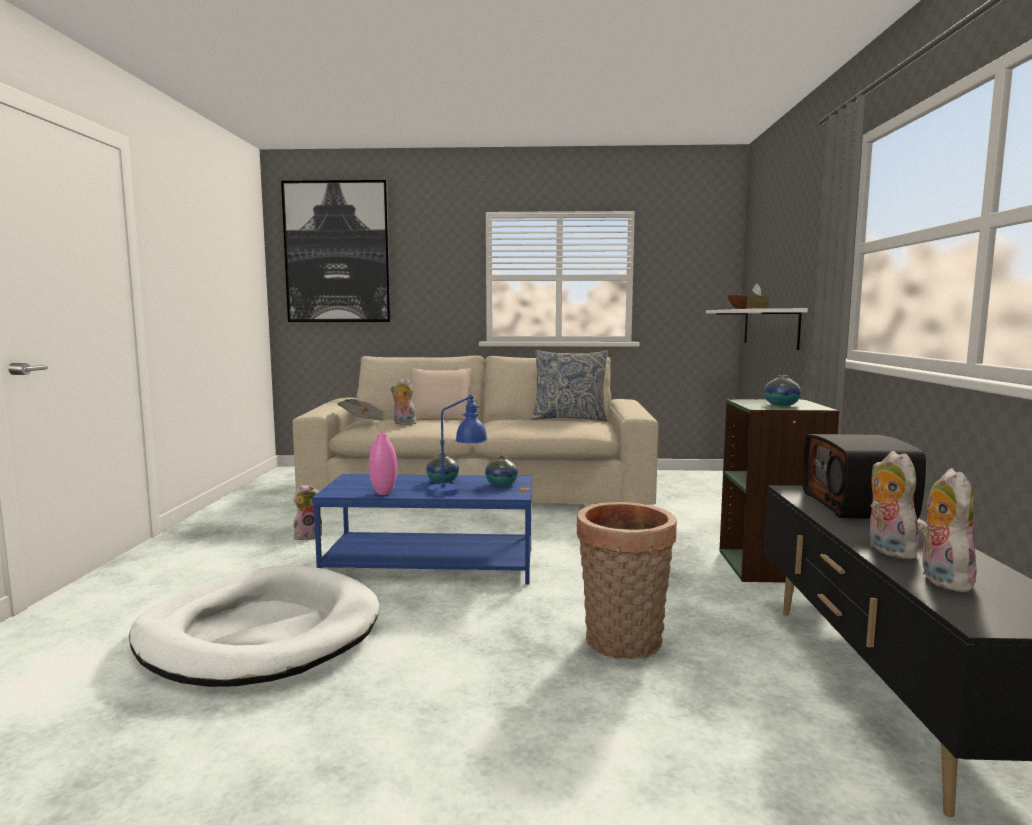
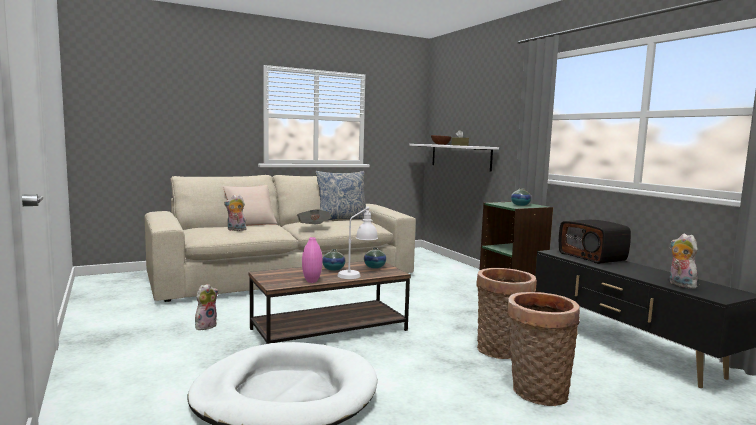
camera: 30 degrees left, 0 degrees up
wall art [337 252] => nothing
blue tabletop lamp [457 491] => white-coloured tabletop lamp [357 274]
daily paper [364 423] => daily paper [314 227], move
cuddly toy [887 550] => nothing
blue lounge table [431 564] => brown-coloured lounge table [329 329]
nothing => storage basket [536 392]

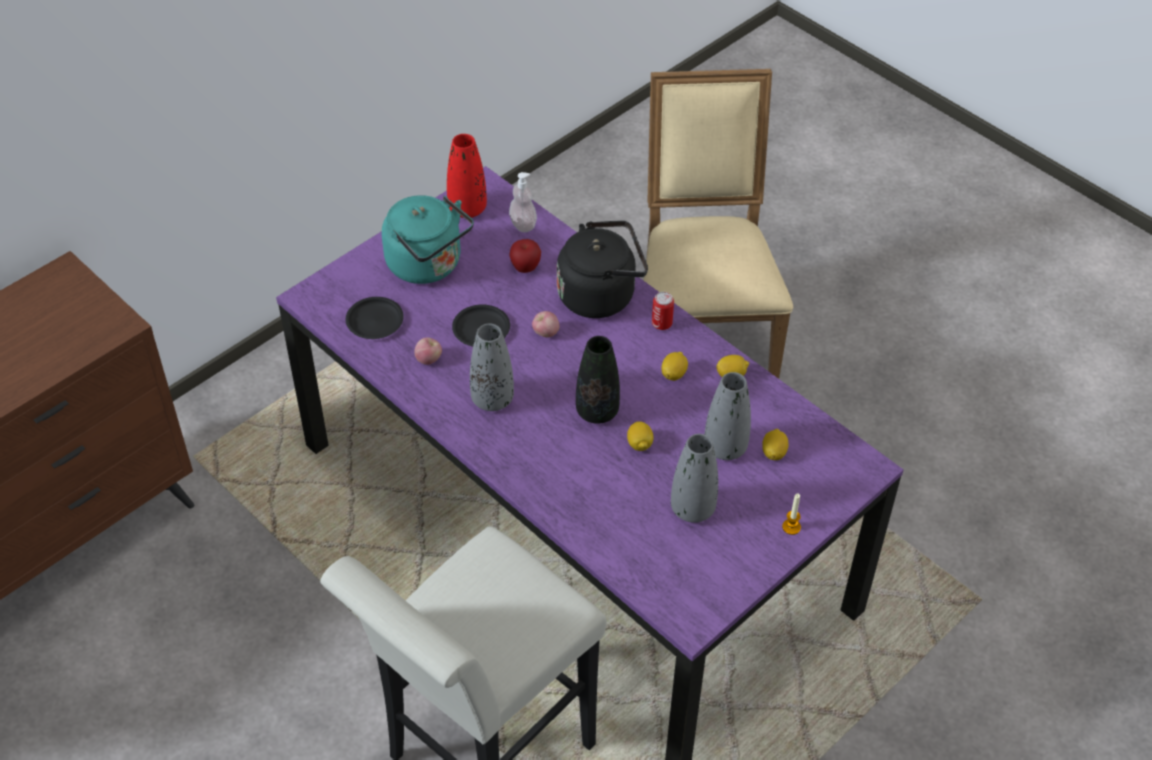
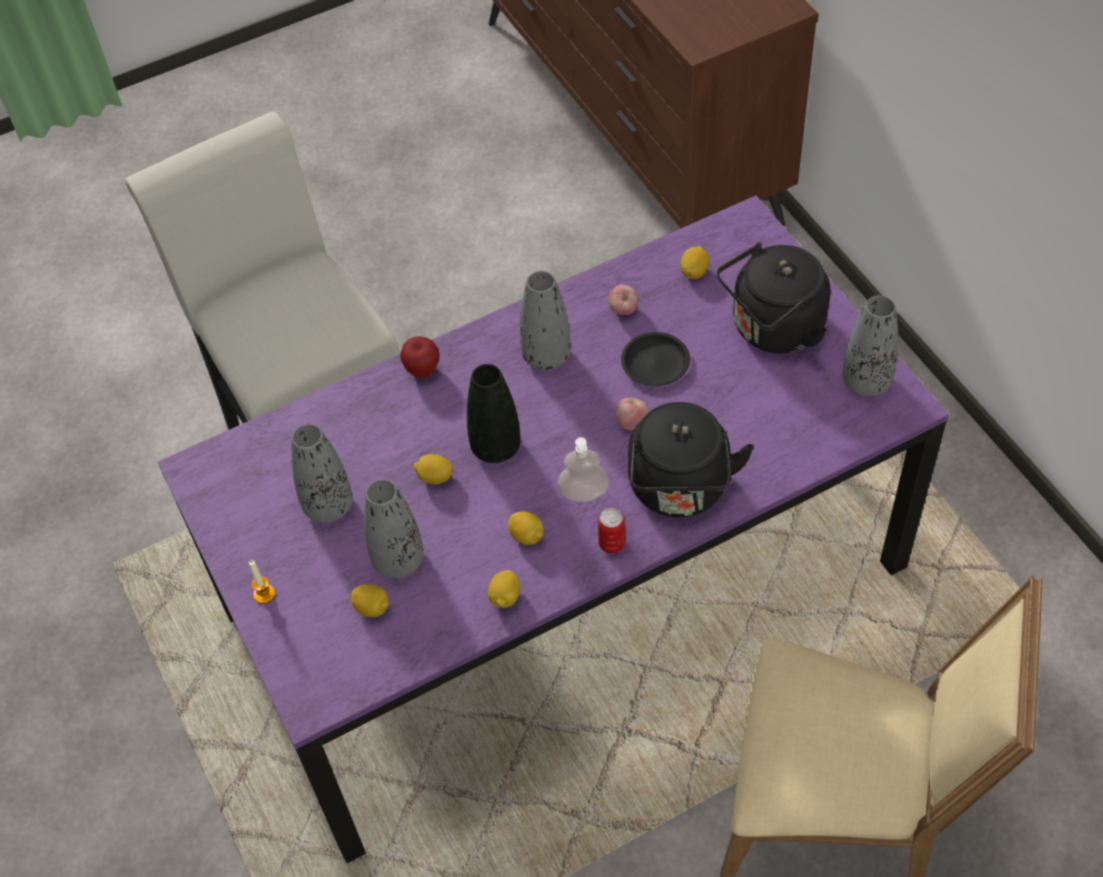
camera: 110 degrees right, 5 degrees up
red decorative vase [467 209] => grey decorative vase [866 381]
soap dispenser [523 224] => soap dispenser [583 492], move
blue-green tea kettle [428 265] => blackish tea kettle [773 329]
apple fruit [525 268] => apple fruit [422 370], move
blackish dinner plate [375 321] => whole lemon [694 271]

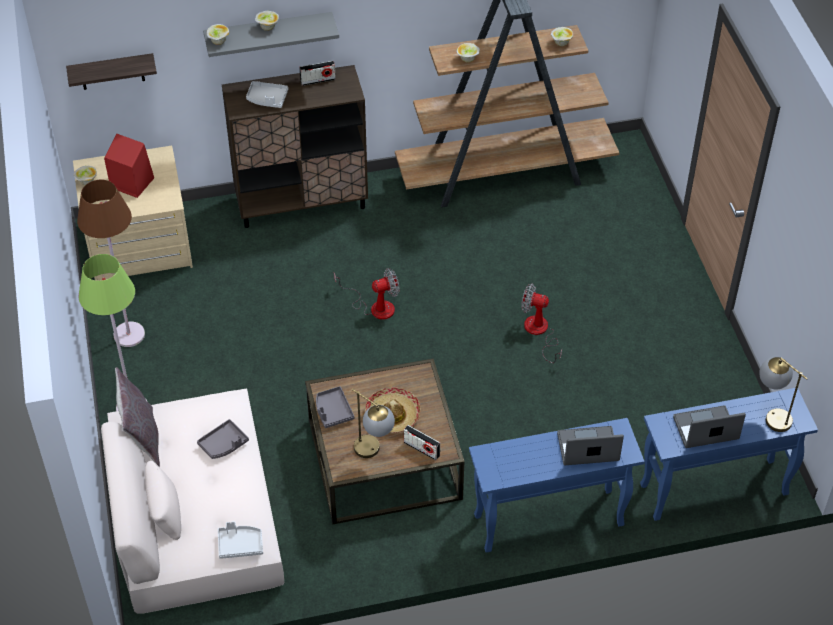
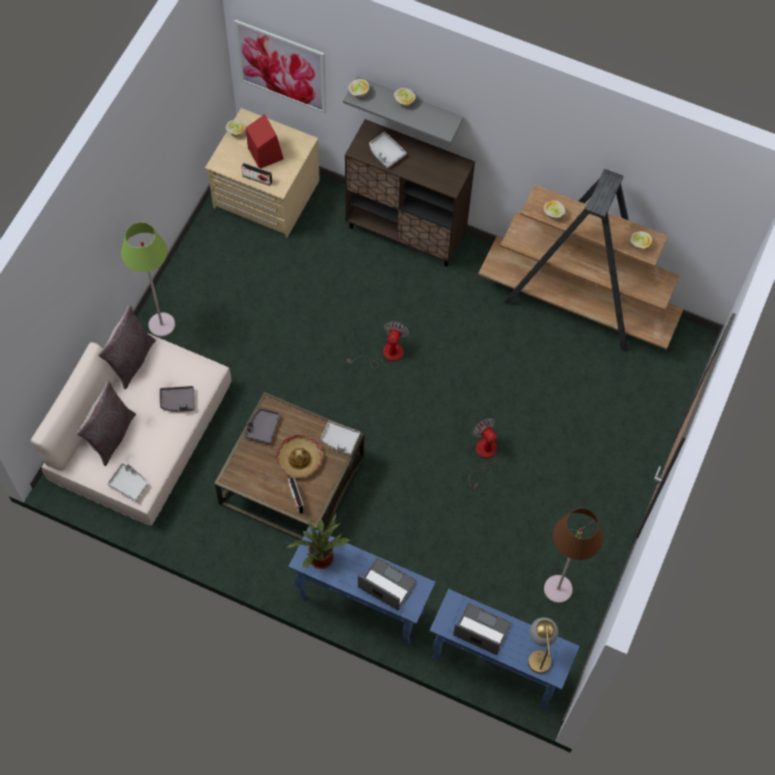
camera: 35 degrees right, 15 degrees up
bracket shelf [112 72] => wall art [281 66]
radio [318 80] => radio [257 179], move
brown-coloured floor lamp [129 335] => brown-coloured floor lamp [558 589], move
electric fan [375 306] => electric fan [385 354], 90 degrees counterclockwise
tabletop lamp [374 452] => nothing
nothing => grey throw pillow [111 436]
nothing => grey carrying tray [340 440]
nothing => plant in a pot [320 555]

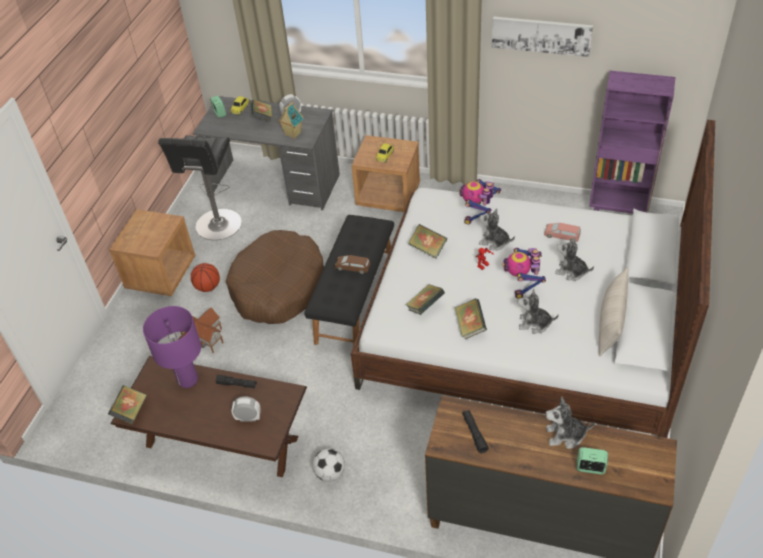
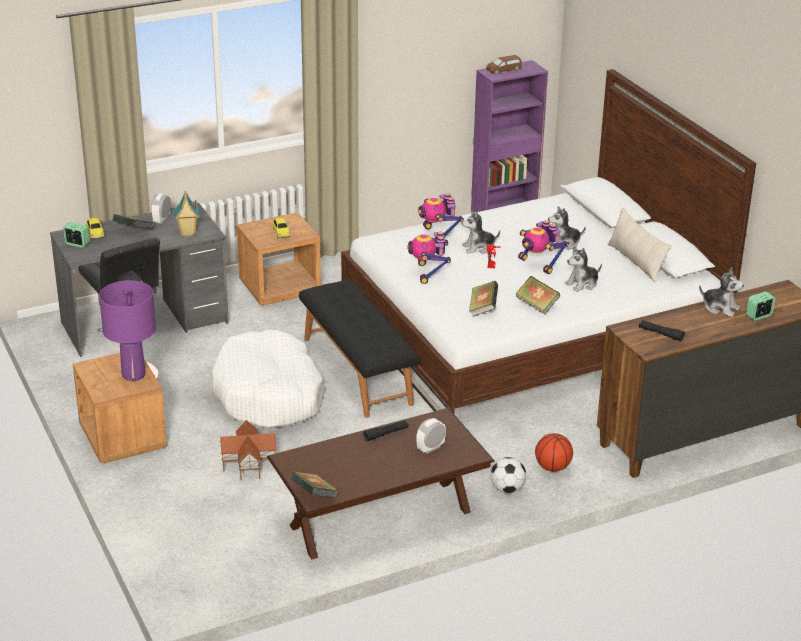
camera: 45 degrees left, 15 degrees down
wall art [541 35] => nothing
pink miniature car [562 236] => nothing
book [427 249] => toy robot [429 273]
brown-coloured dog bed [278 287] => white-coloured dog bed [269 395]
brown-coloured miniature car [352 268] => brown-coloured miniature car [504 70], move
basketball [208 287] => basketball [553 467], move
purple tabletop lamp [188 380] => purple tabletop lamp [133 375], move
cuddly toy [565 435] => cuddly toy [720 308], 105 degrees counterclockwise

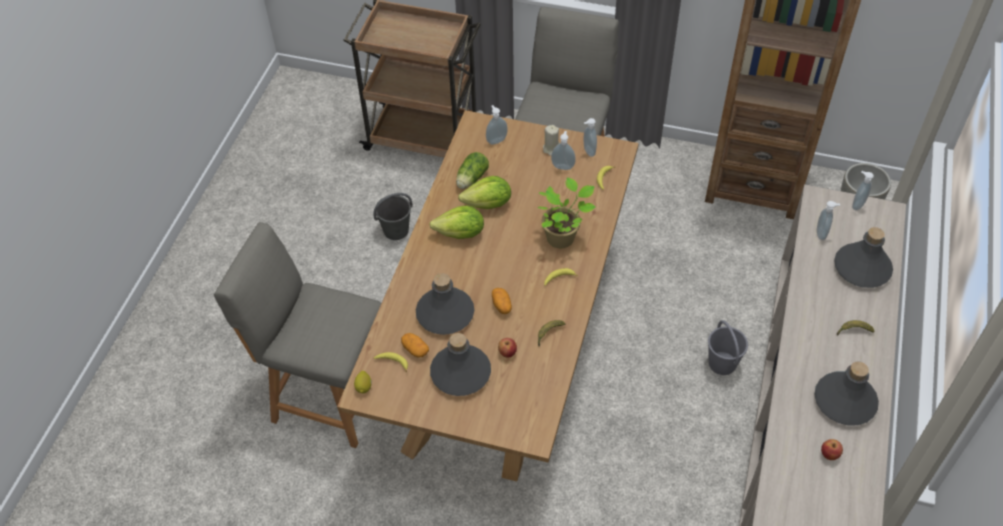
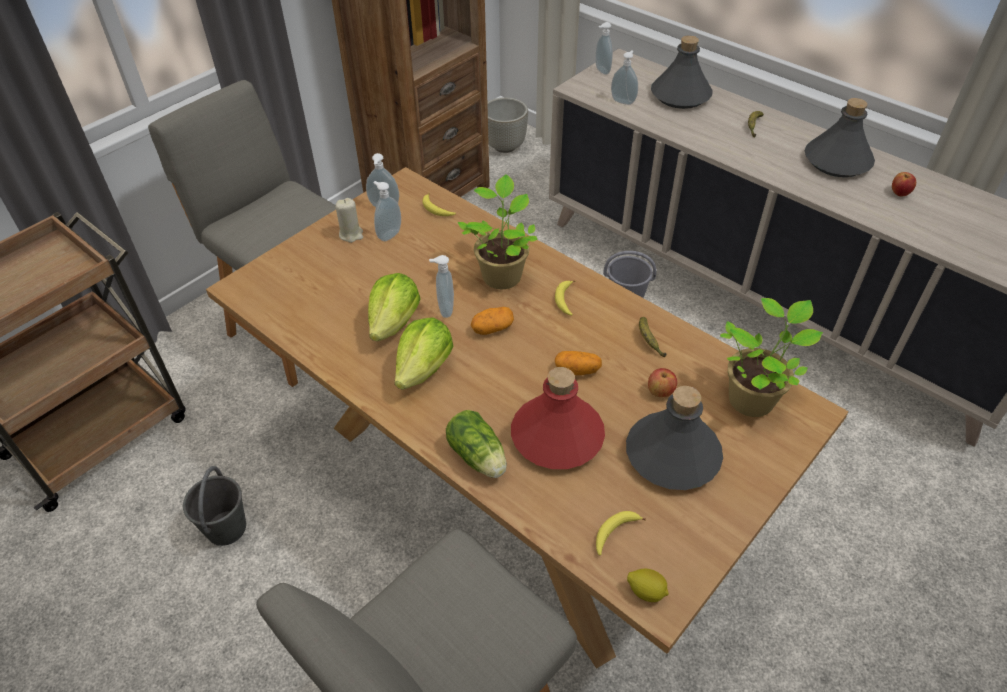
camera: 65 degrees left, 5 degrees down
soap dispenser [496 140] => soap dispenser [444 309], move
head of lettuce [471 179] => head of lettuce [479 458], move
grey drink bottle [445 314] => red drink bottle [558 436]
potato [415 349] => potato [492 328], move
nothing => plant in a pot [753 398]

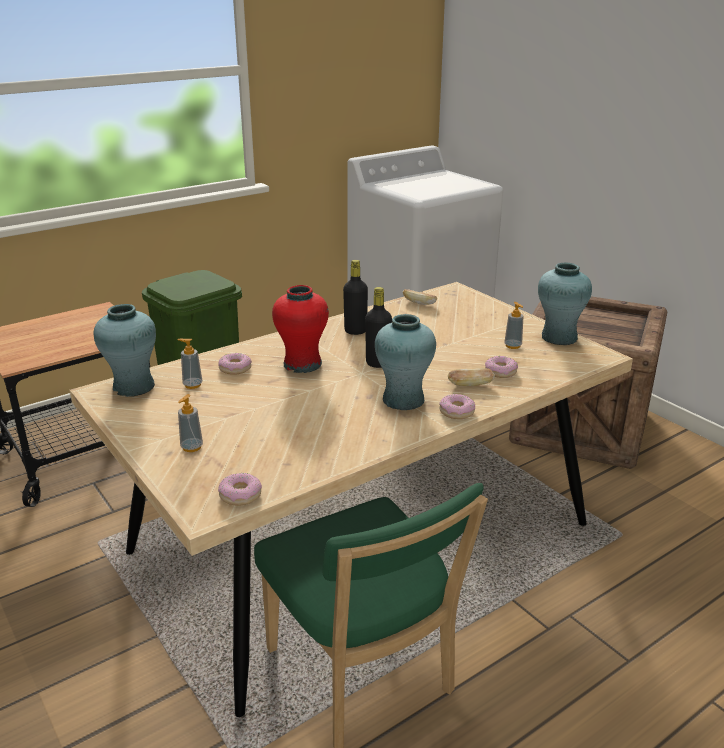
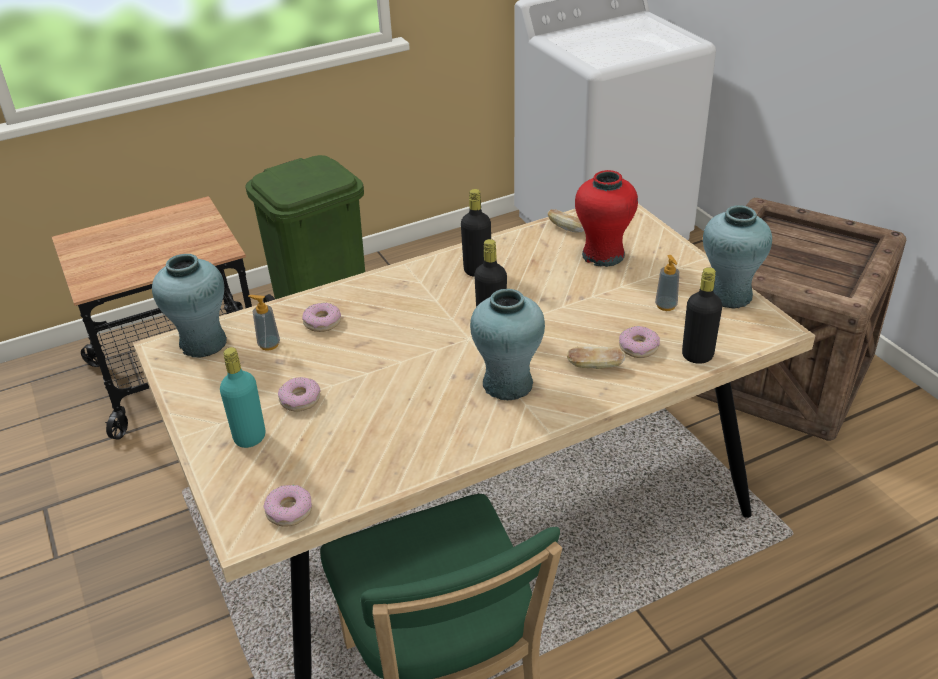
camera: 10 degrees right, 10 degrees up
red decorative vase [303 364] => red decorative vase [603 255], move
soap dispenser [191 447] => blue-green drink bottle [250 438]
ring doughnut [456 412] => ring doughnut [300 399], move
nothing => blackish drink bottle [697 356]

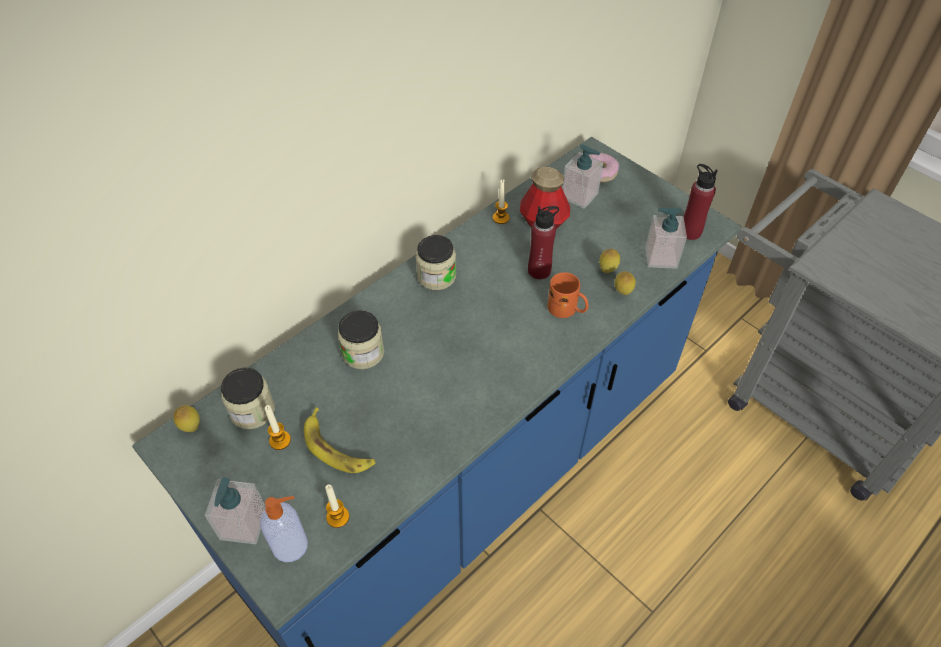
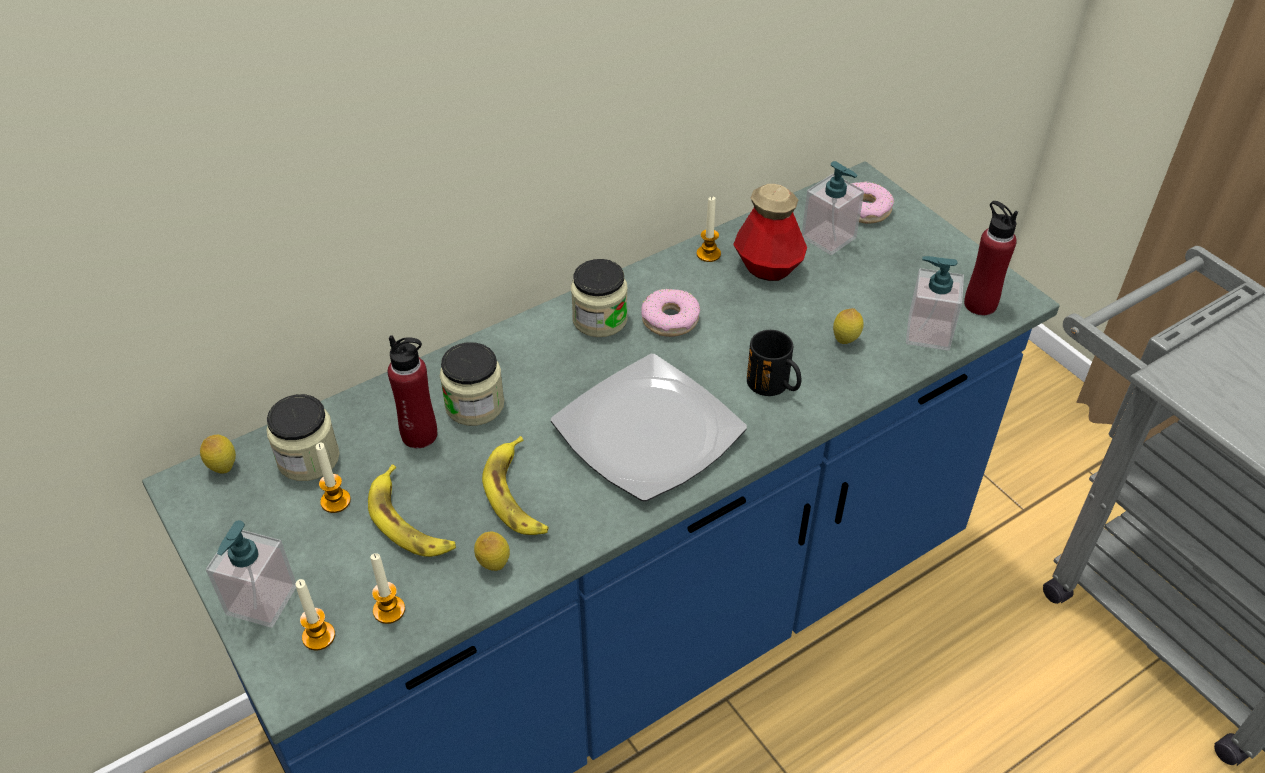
camera: 10 degrees right, 5 degrees down
red drink bottle [539 271] => red drink bottle [419 435], move
whole lemon [622 292] => whole lemon [494 565], move
orange-coloured tea mug [567 309] => blackish tea mug [774 385]
soap dispenser [291 545] => wax candle [318 636]
nothing => ring doughnut [670 319]
nothing => dinner plate [650 432]
nothing => banana [517 495]

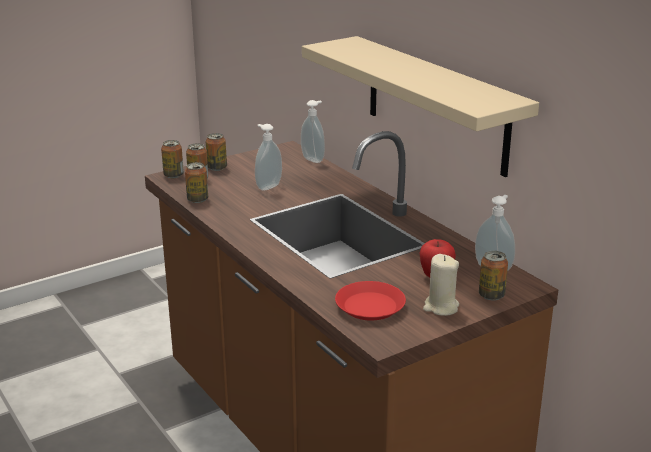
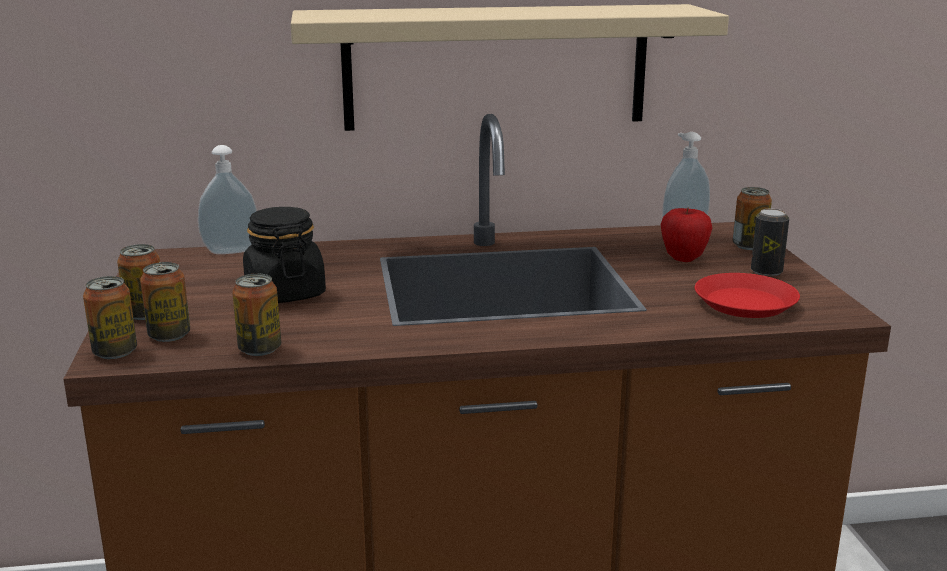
camera: 65 degrees left, 5 degrees down
soap dispenser [267 186] => blackish storage jar [285 293]
beige-coloured wax candle [440 307] => sealed can [766 271]

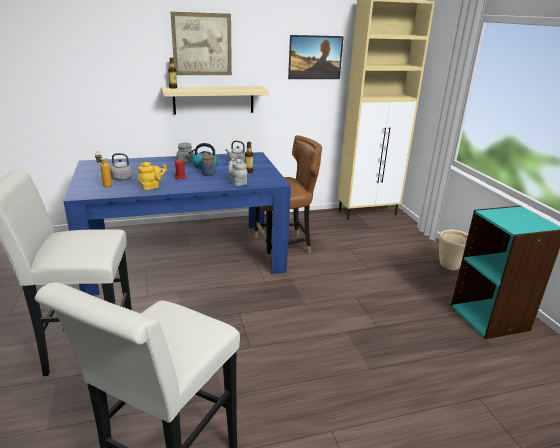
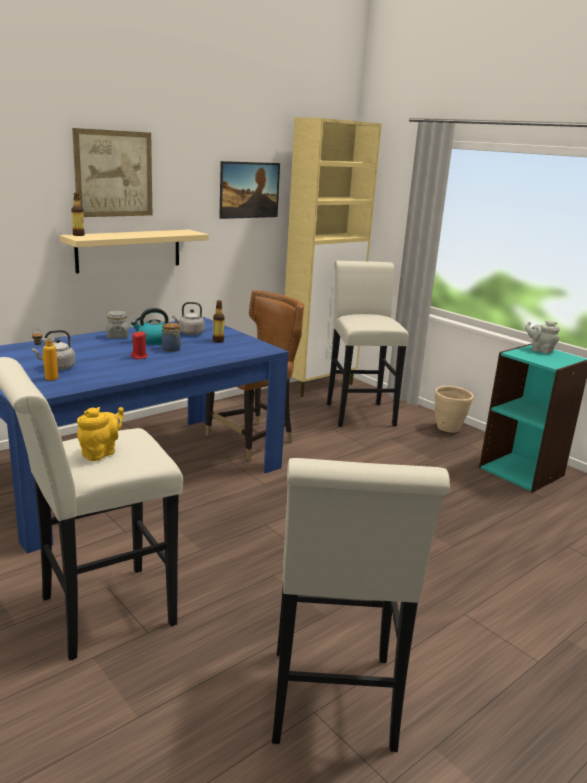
camera: 25 degrees left, 5 degrees down
grey pot for tea [237 182] => grey pot for tea [540 350], move
yellow pot for tea [152 187] => yellow pot for tea [101 453], move
nothing => white-coloured sitting stool [358 412]

